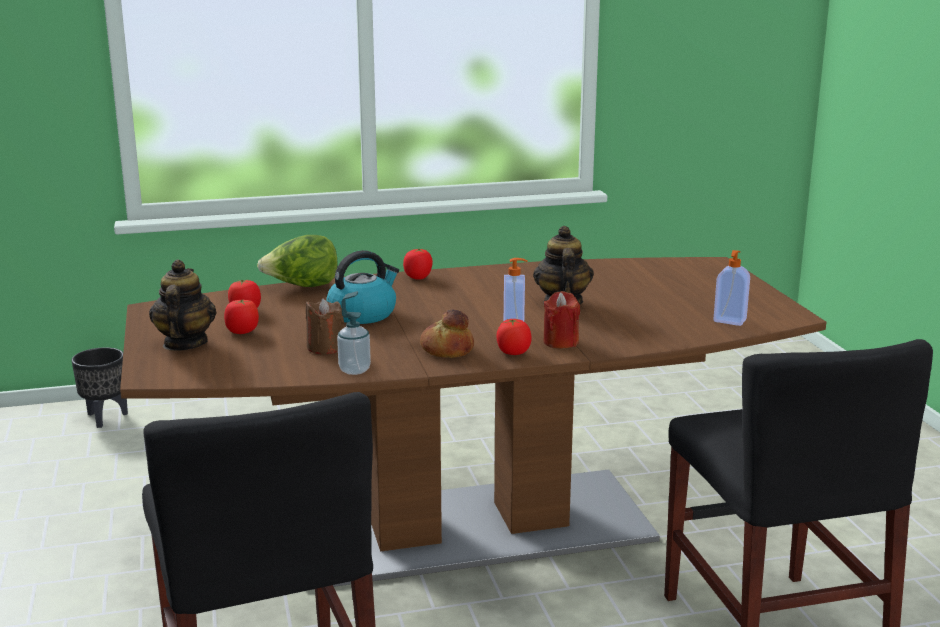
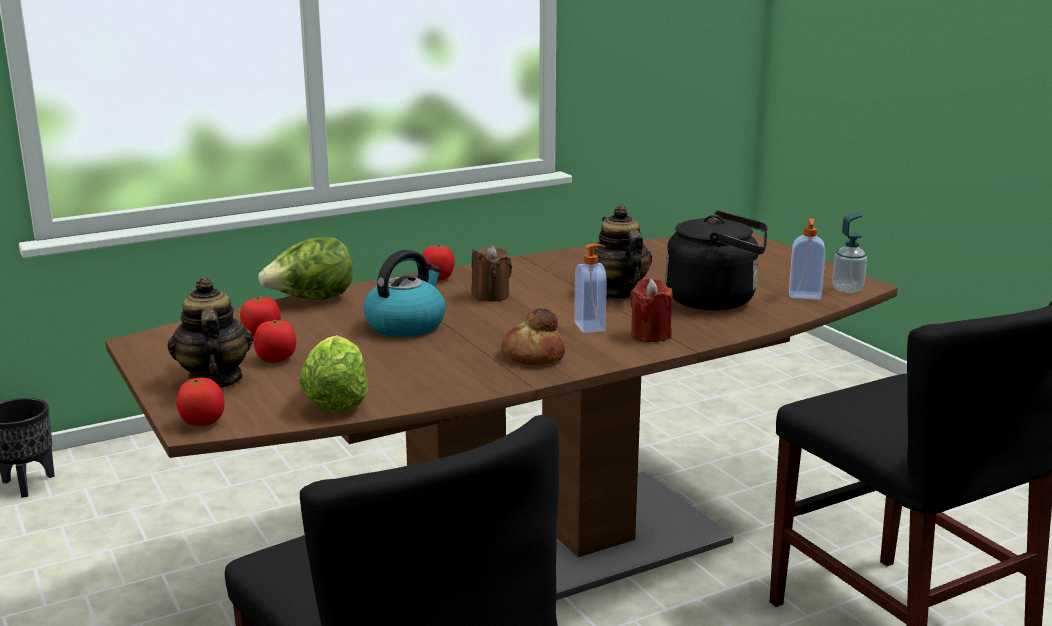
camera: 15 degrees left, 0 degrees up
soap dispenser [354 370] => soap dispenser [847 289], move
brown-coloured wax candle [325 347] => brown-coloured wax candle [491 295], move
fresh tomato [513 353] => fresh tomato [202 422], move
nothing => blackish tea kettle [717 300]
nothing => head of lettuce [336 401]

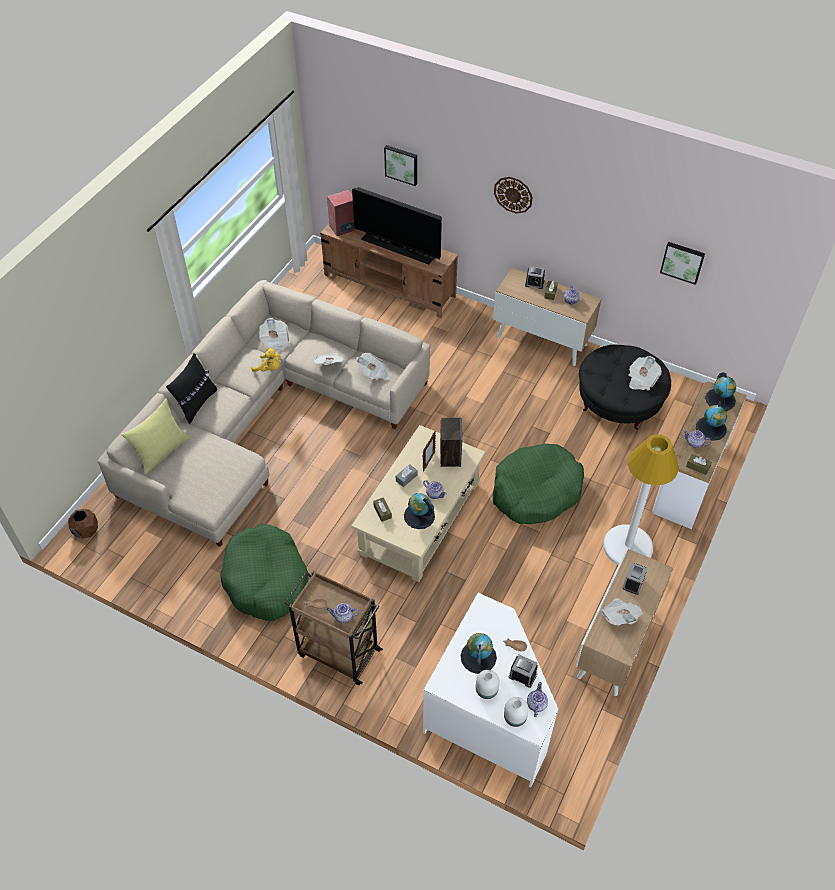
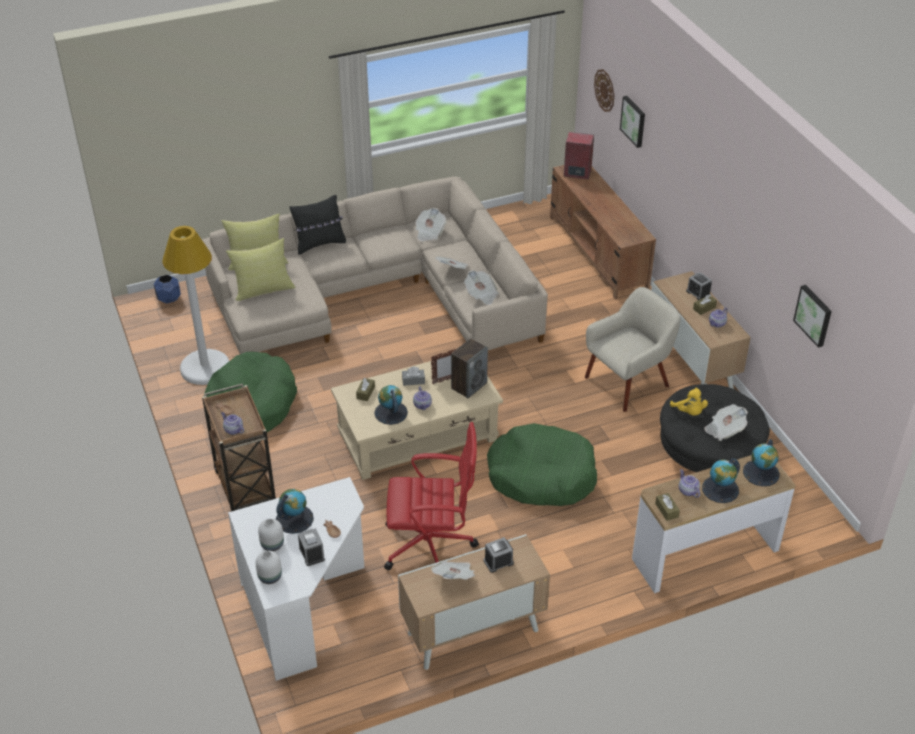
camera: 40 degrees right, 10 degrees down
clock on the wall [513 194] => clock on the wall [605 90], move
TV [398 248] => nothing
yellow cuddly toy [269 368] => yellow cuddly toy [689 412], move
white-coloured floor lamp [627 546] => white-coloured floor lamp [205 368], move
brown-coloured planter [86 531] => blue planter [169 299]
pot for tea [536 704] => nothing
nothing => yellow throw pillow [263 289]
nothing => beige-coloured lounge chair [628 382]
nothing => red office chair [431 546]

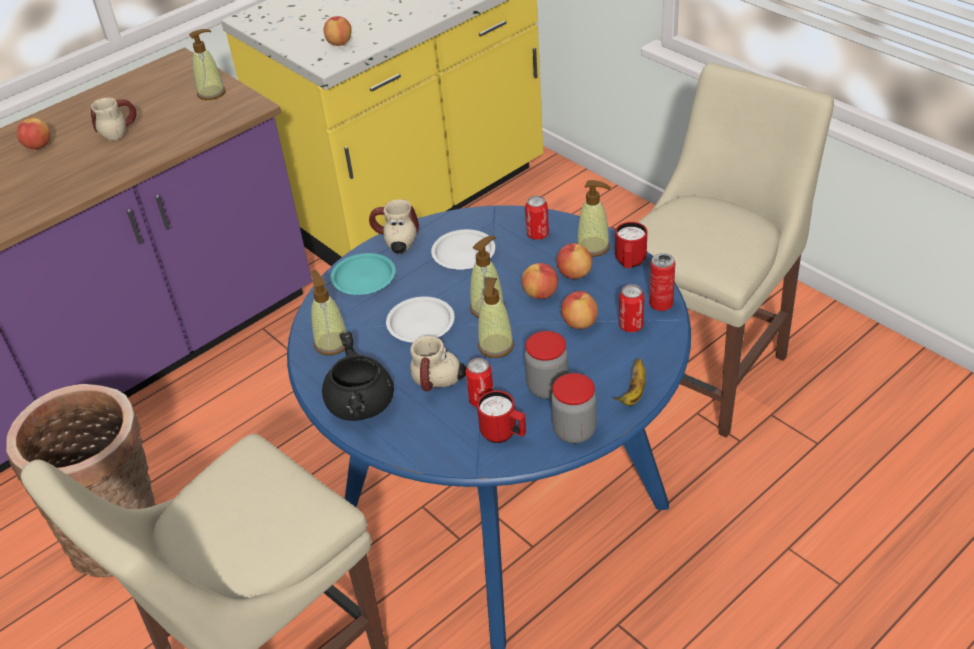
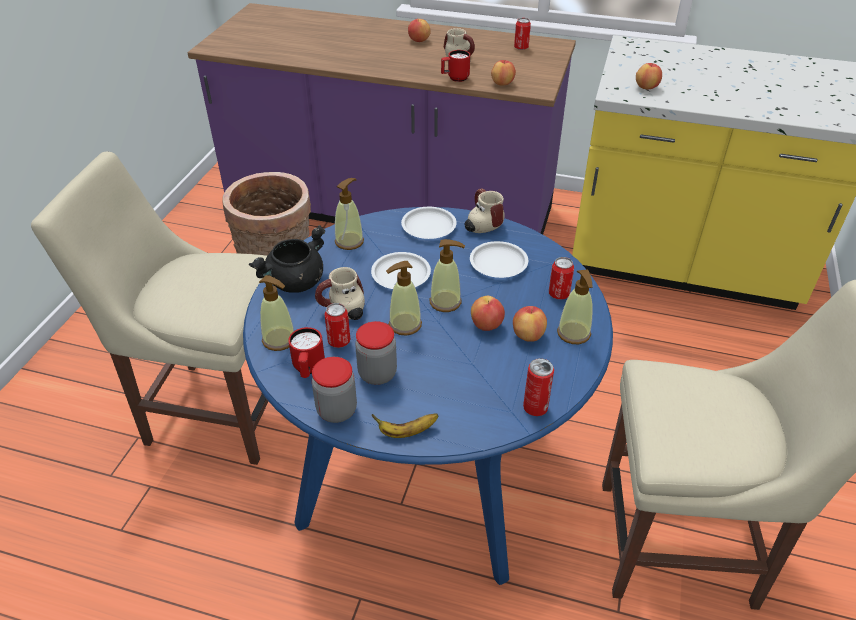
camera: 55 degrees right, 0 degrees up
soap dispenser [212 93] => soap dispenser [279 340], move
red tea mug [630 263] => red tea mug [455 78], move
blue-green dinner plate [364 278] => white-coloured dinner plate [429 227]
sealed can [631 326] => sealed can [521 48], move
apple fruit [579 323] => apple fruit [502 83], move

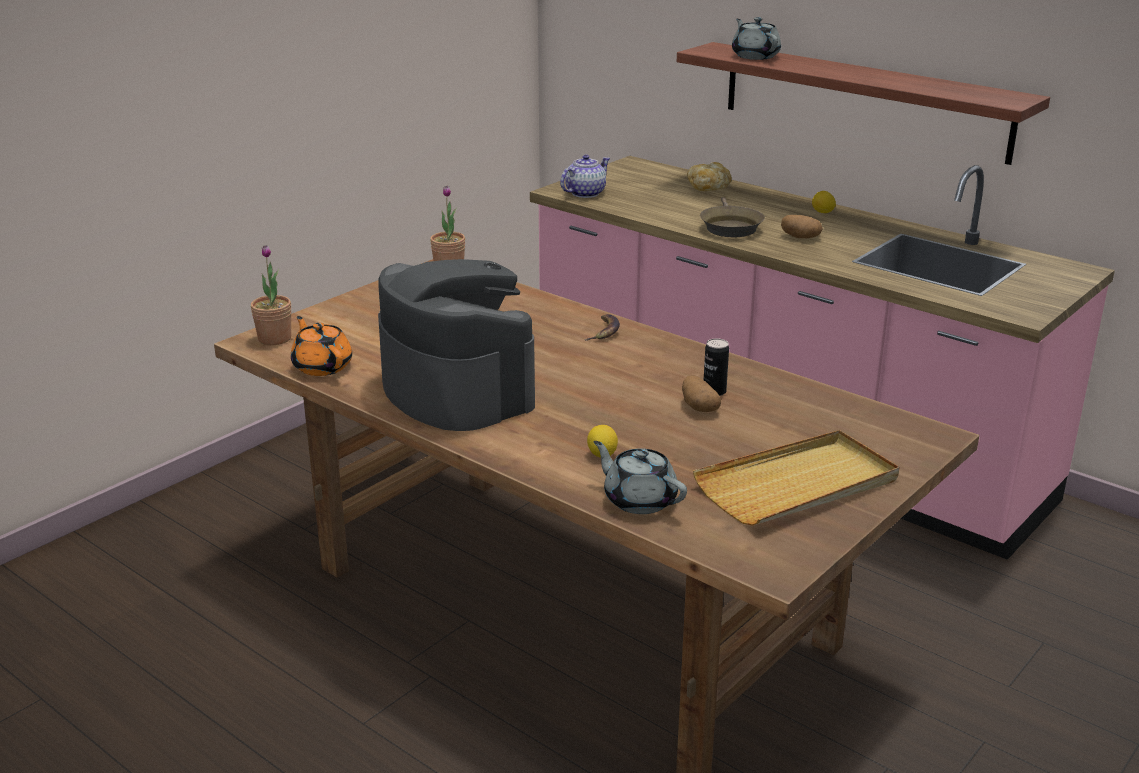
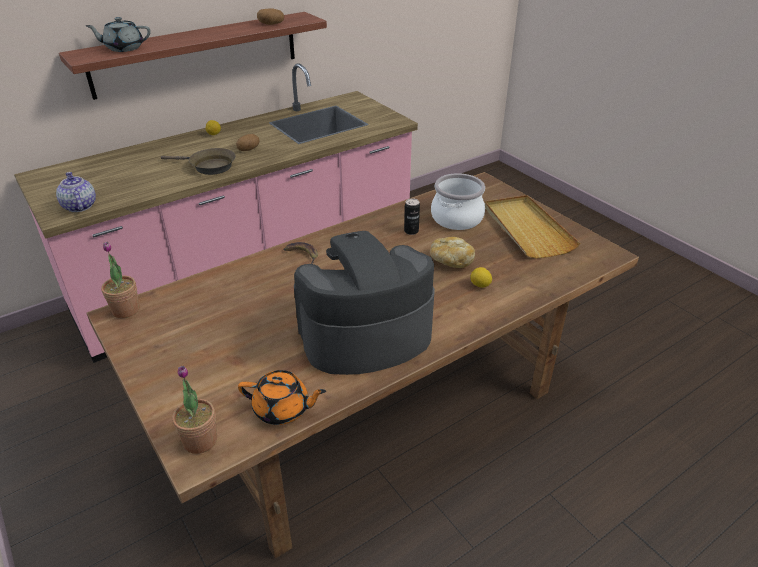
camera: 75 degrees left, 10 degrees up
baked bread [708 188] => baked bread [450 261], move
orange-coloured pot for tea [322 366] => orange-coloured pot for tea [283 409], 150 degrees counterclockwise
potato [698 407] => potato [271 24], move
grey pot for tea [639 500] => nothing
nothing => saucepot [457 218]

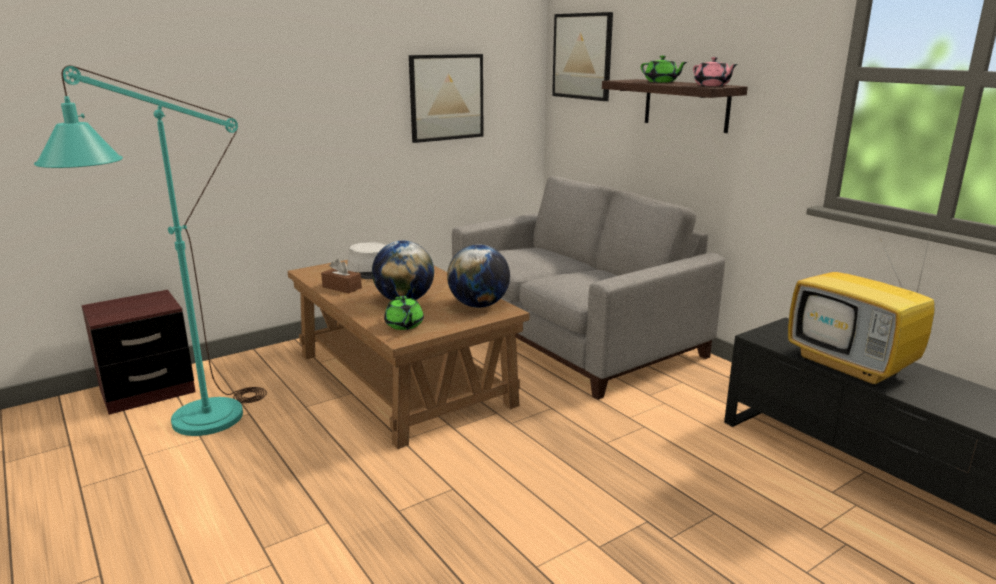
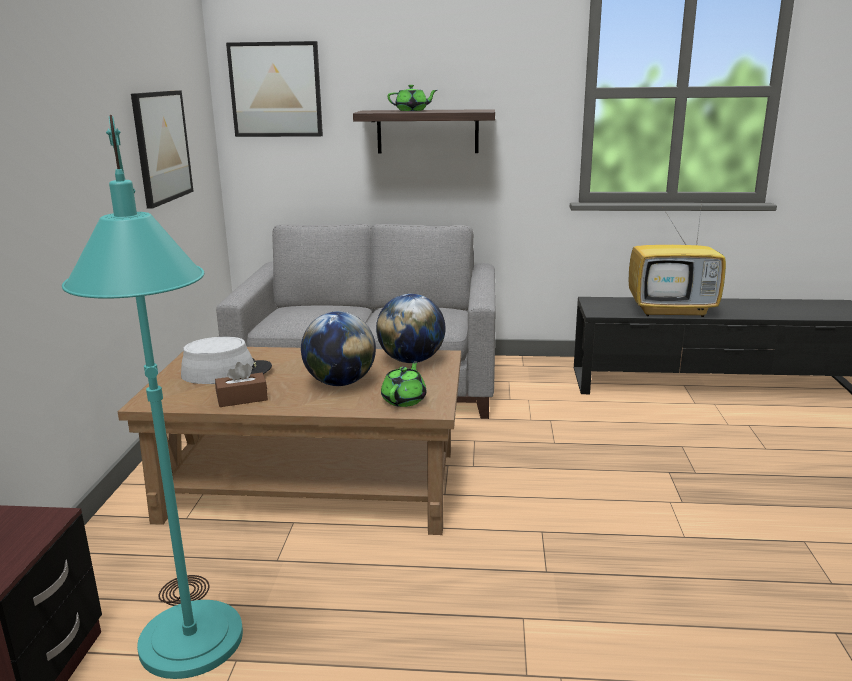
camera: 50 degrees left, 0 degrees up
pink pot for tea [712 85] => nothing
green-coloured pot for tea [404 325] => green-coloured pot for tea [404 400], 90 degrees counterclockwise

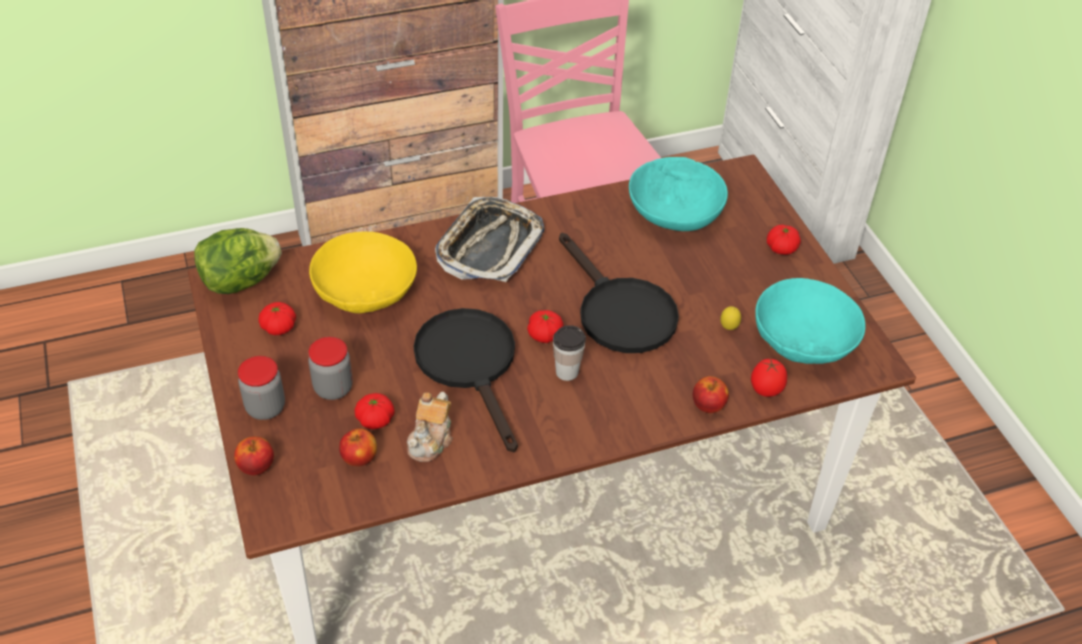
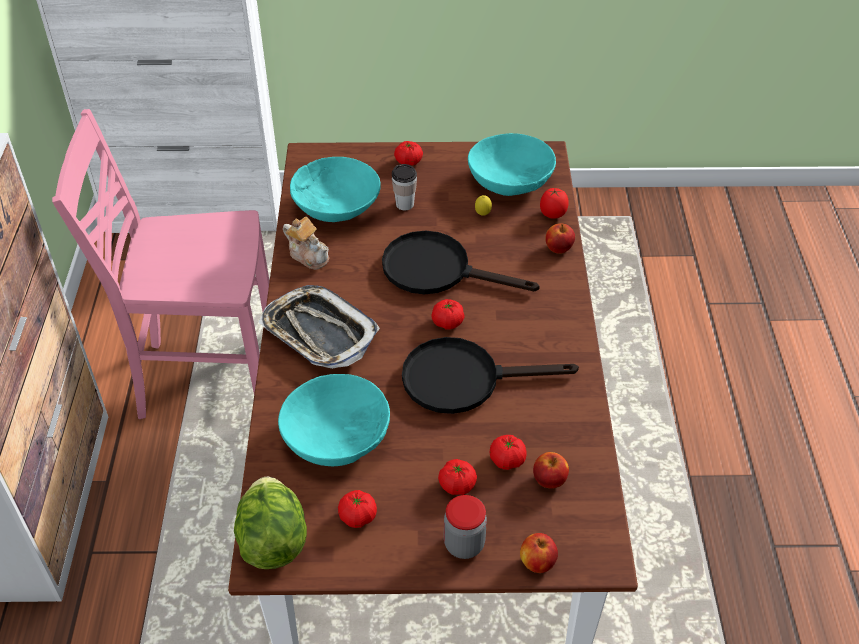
camera: 70 degrees left, 0 degrees up
yellow deep dish [366 291] => blue-green deep dish [337 436]
blackish frying pan [619 311] => blackish frying pan [438 270], 150 degrees counterclockwise
small cup [567 372] => small cup [404 204], move
storage jar [333 388] => fresh tomato [457 485]
pot for tea [431 440] => pot for tea [309 255], move

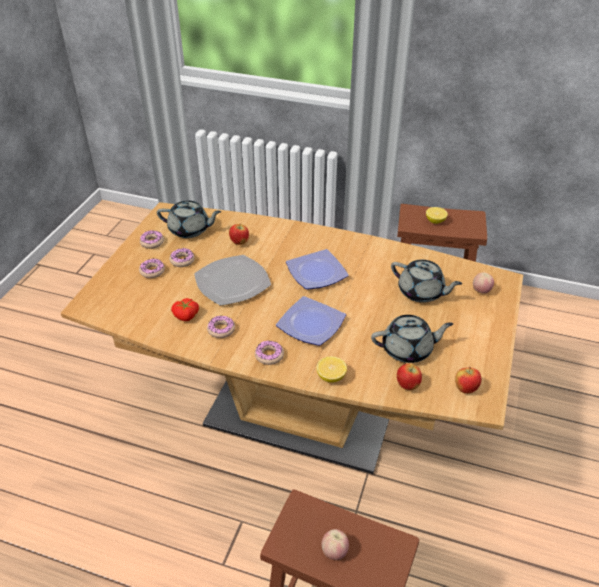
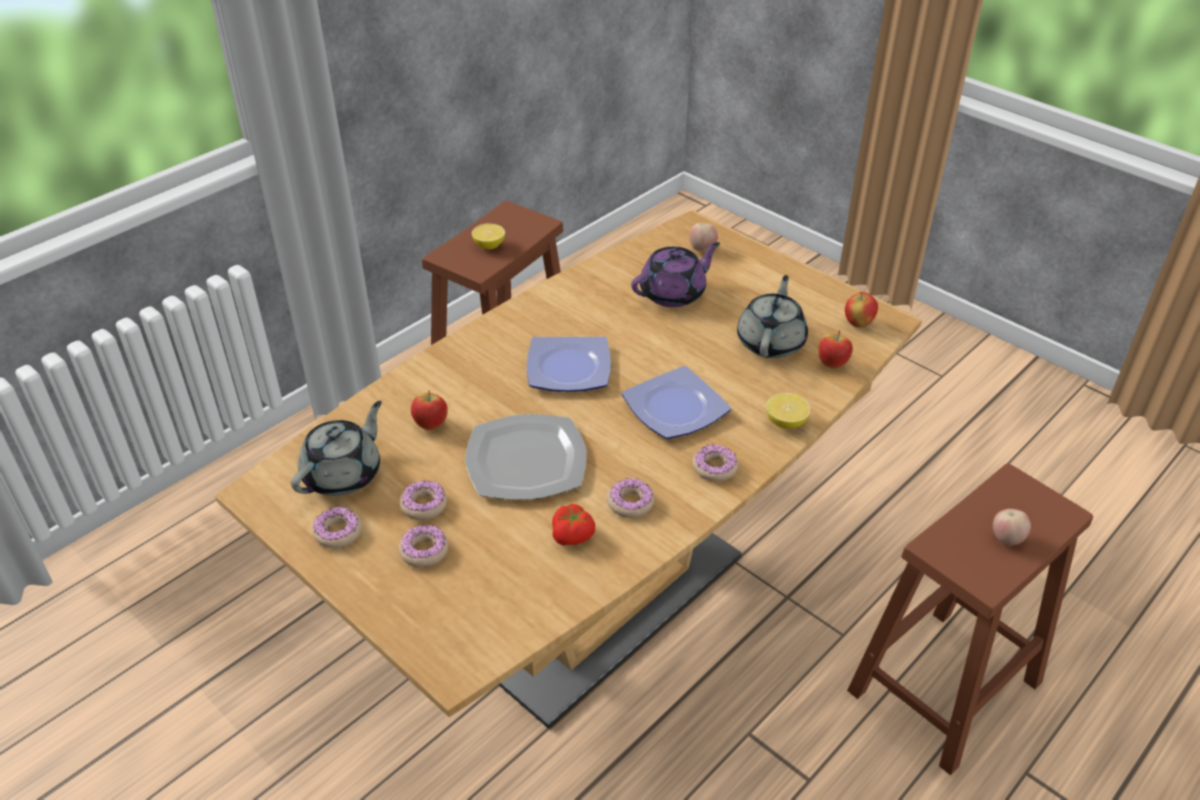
camera: 65 degrees left, 0 degrees up
grey pot for tea [421 292] => purple pot for tea [674 293]

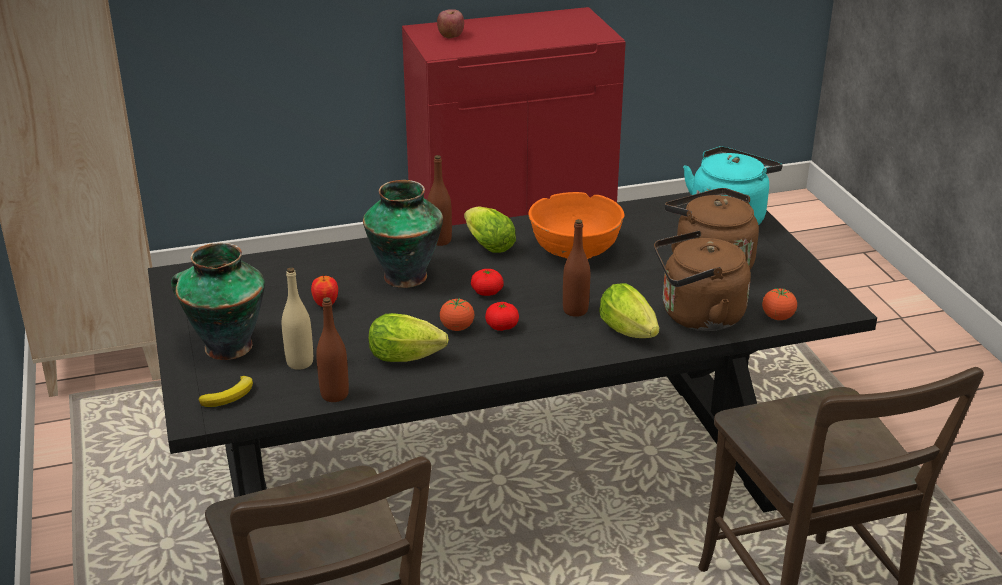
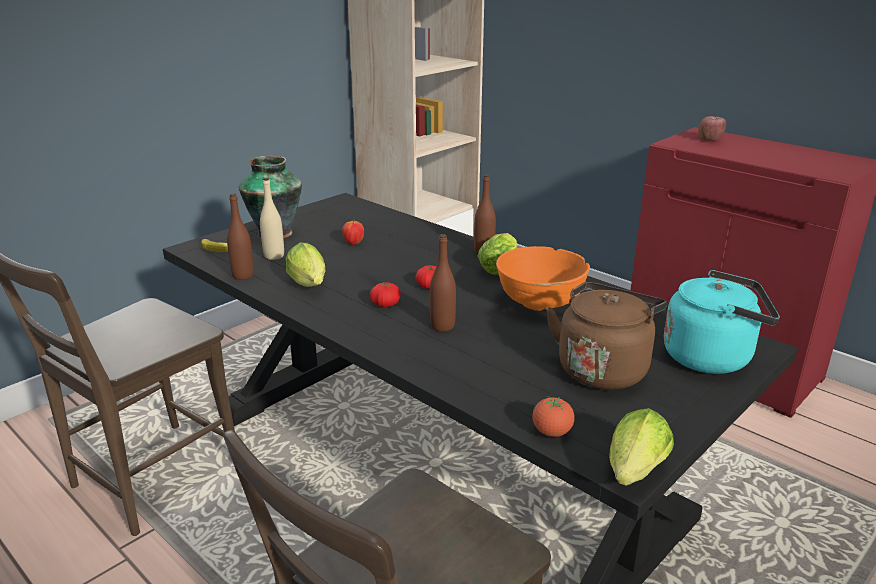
camera: 60 degrees right, 5 degrees down
decorative vase [404 275] => nothing
brown-coloured tea kettle [697 316] => nothing
head of lettuce [631 333] => head of lettuce [634 474], move
fresh tomato [457 328] => nothing

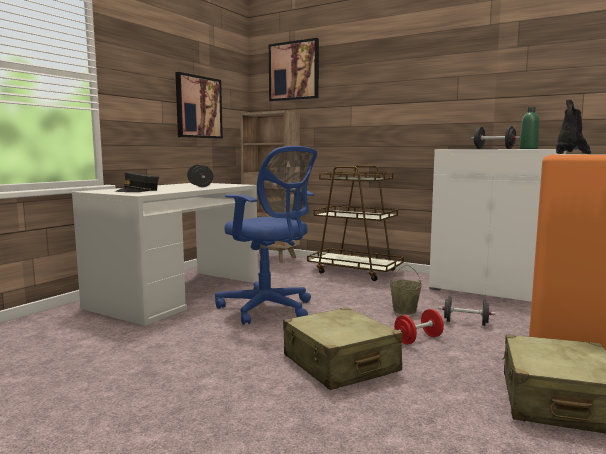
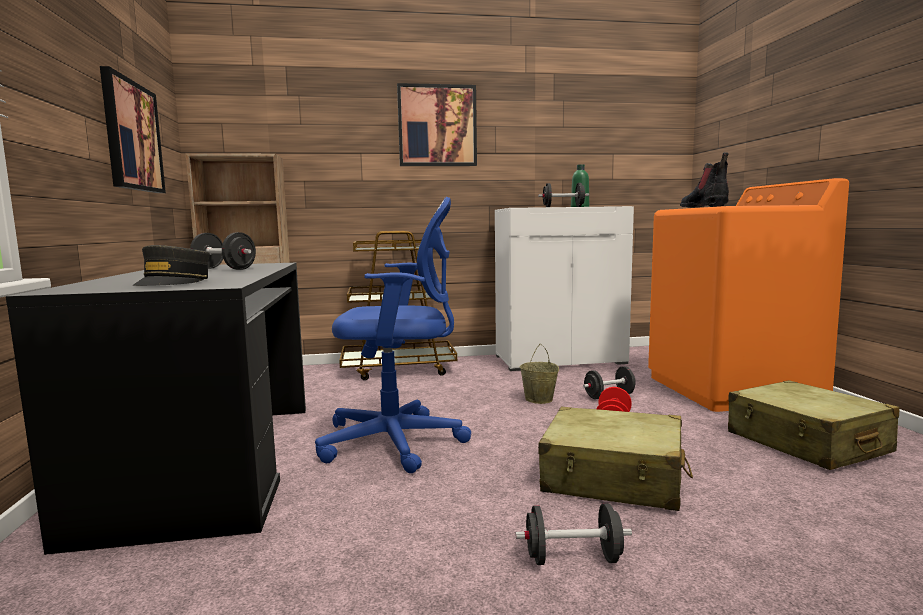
camera: 40 degrees left, 0 degrees up
wall art [294 71] => wall art [437 126], move
white-coloured desk unit [177 294] => blackish desk unit [210 463]
nothing => blackish hand weight [573 558]

